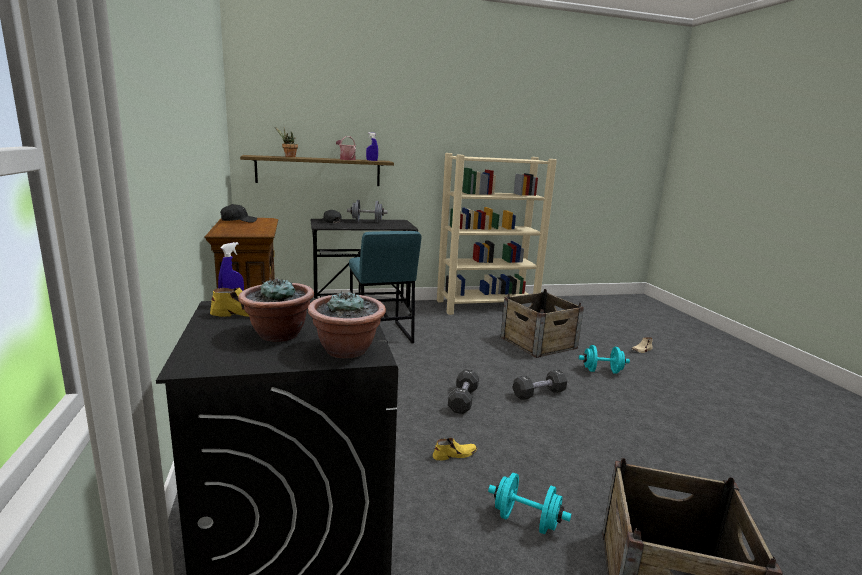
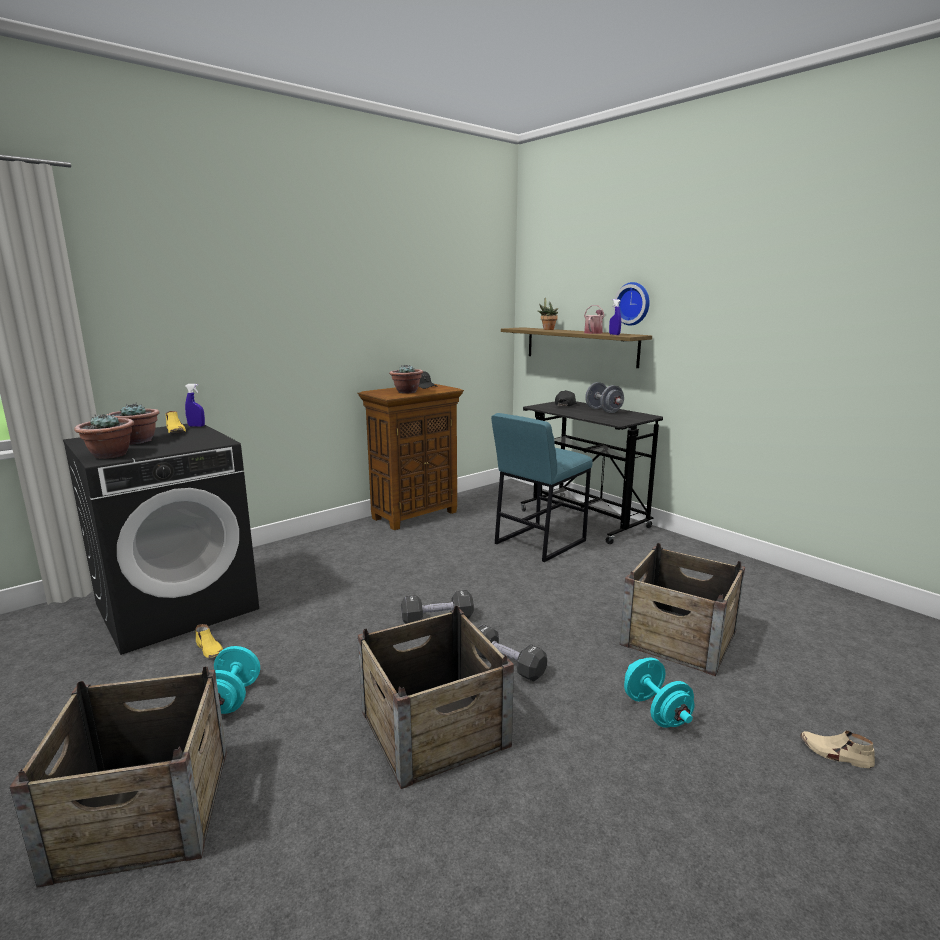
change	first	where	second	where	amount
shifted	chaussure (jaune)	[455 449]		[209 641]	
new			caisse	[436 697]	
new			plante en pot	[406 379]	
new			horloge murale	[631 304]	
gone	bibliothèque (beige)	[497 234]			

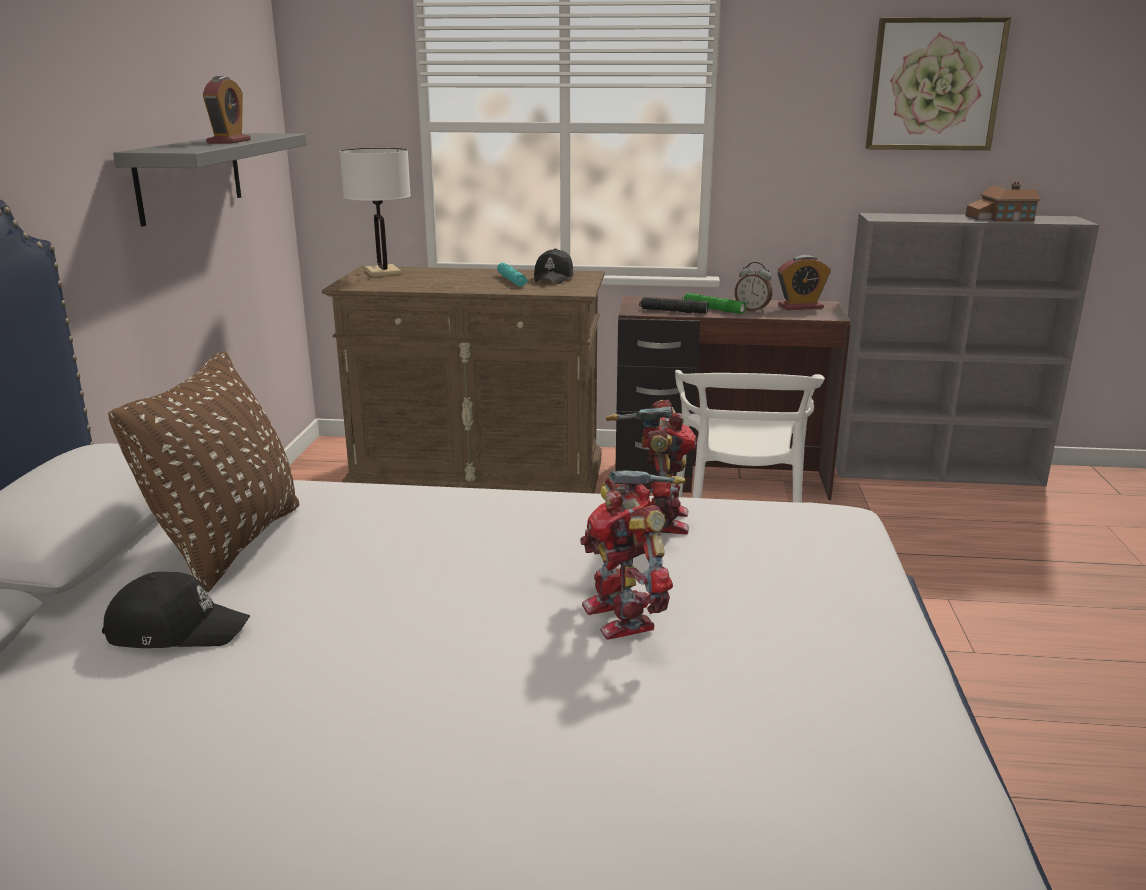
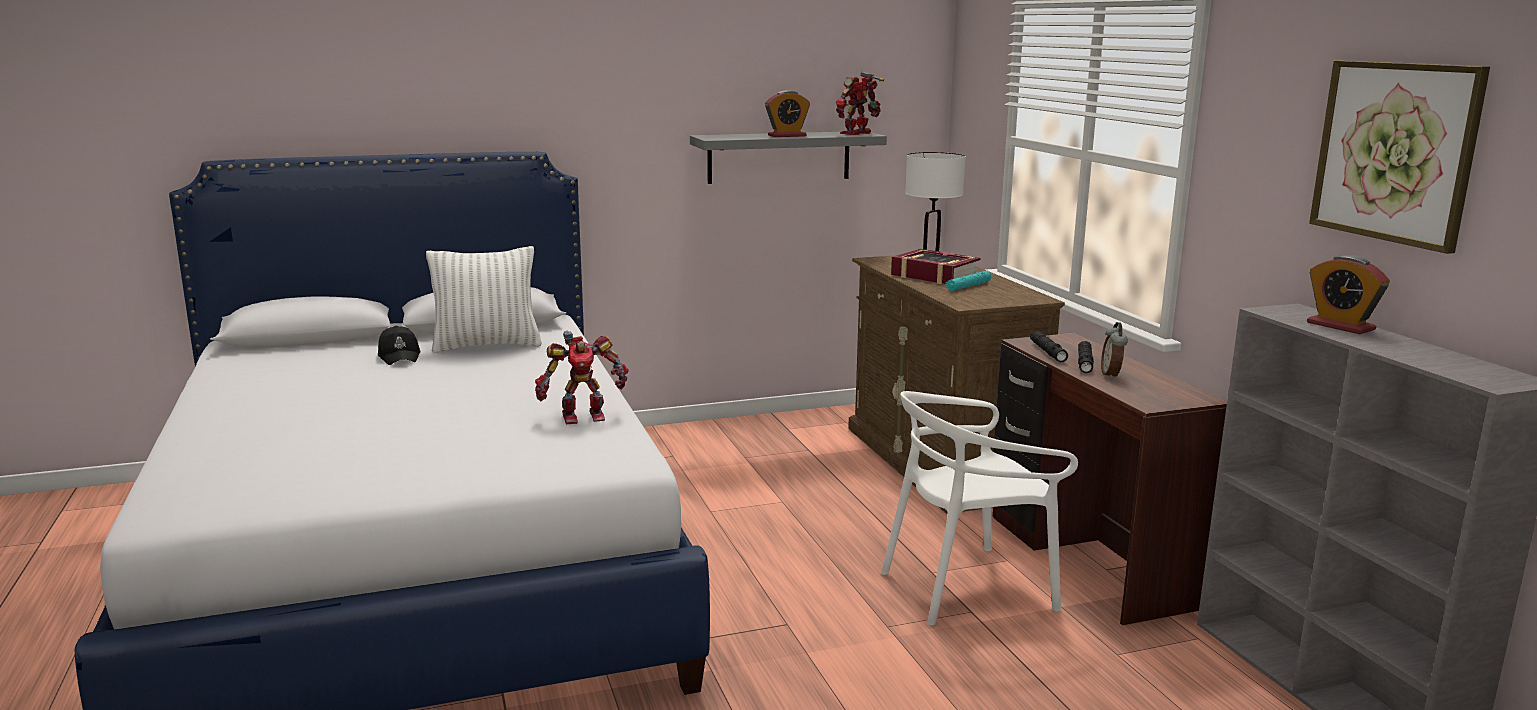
change	first	where	second	where	amount
repainted	coussin (marron)	[204 471]	coussin (blanc)	[484 299]	
shifted	robot jouet	[633 555]		[860 103]	
new			livre	[935 266]	
repainted	lampe de poche (vert)	[714 303]	lampe de poche (noir)	[1086 357]	
shifted	réveil	[804 282]		[1348 294]	
gone	casquette (noir)	[554 266]			
gone	maison miniature	[1002 202]			

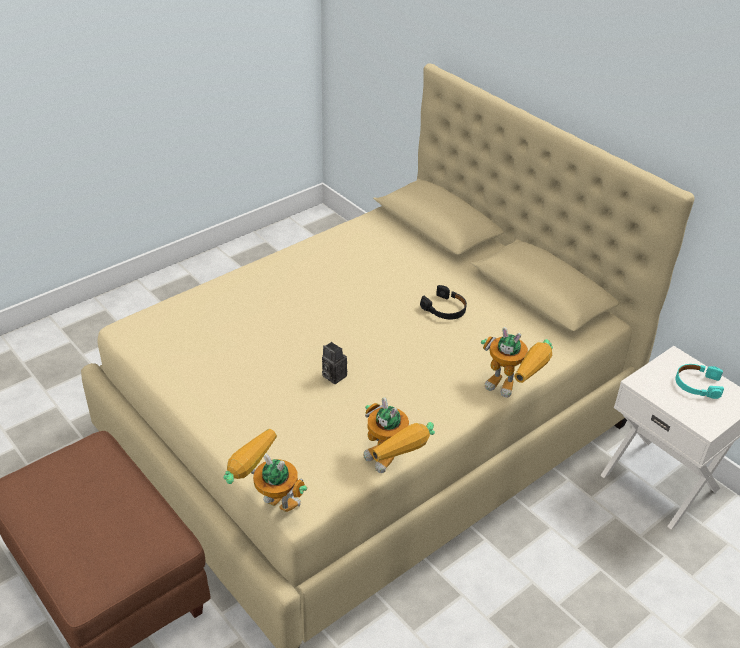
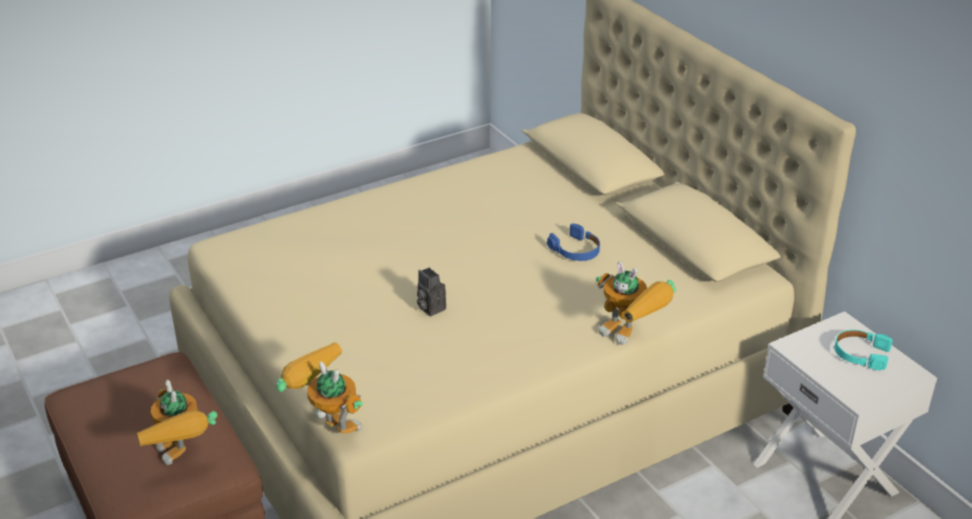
change	first	where	second	where	amount
shifted	robot jouet	[399 435]		[177 422]	
repainted	casque audio (noir)	[443 302]	casque audio (bleu)	[573 242]	

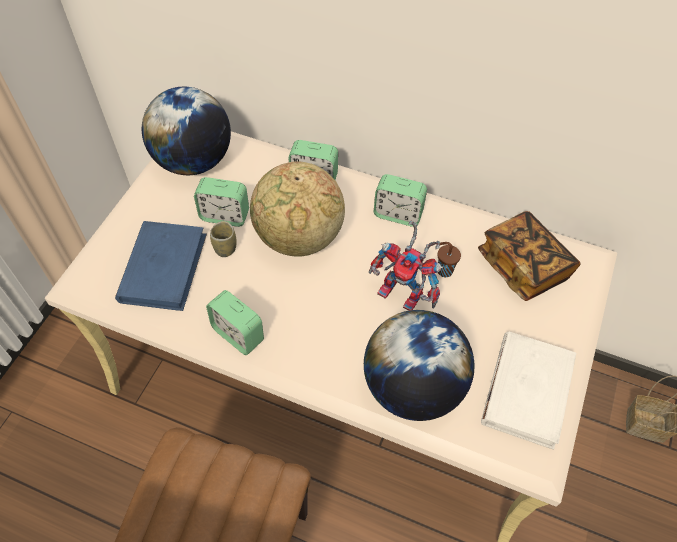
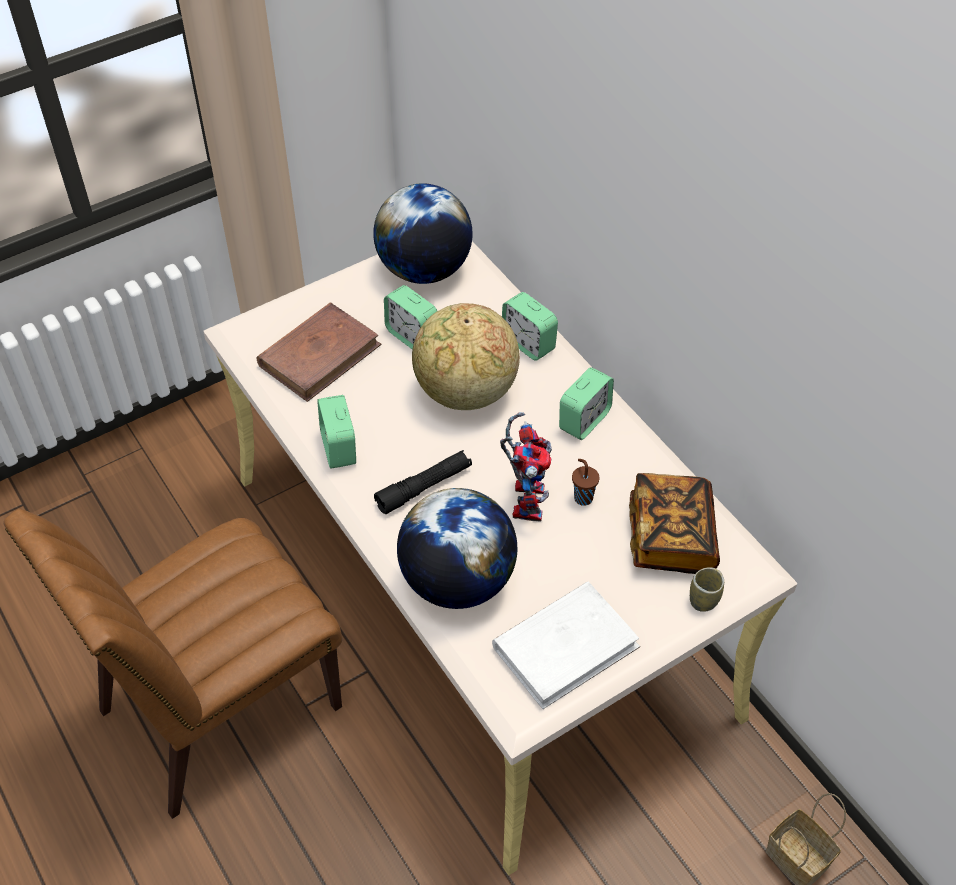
change	first	where	second	where	amount
repainted	livre (bleu)	[161 266]	livre (marron)	[319 352]	
new			lampe de poche (noir)	[423 482]	
rotated	robot jouet	[406 266]		[526 467]	150 degrees counterclockwise
rotated	réveil	[400 200]		[586 403]	105 degrees counterclockwise
shifted	tasse	[223 239]		[707 589]	

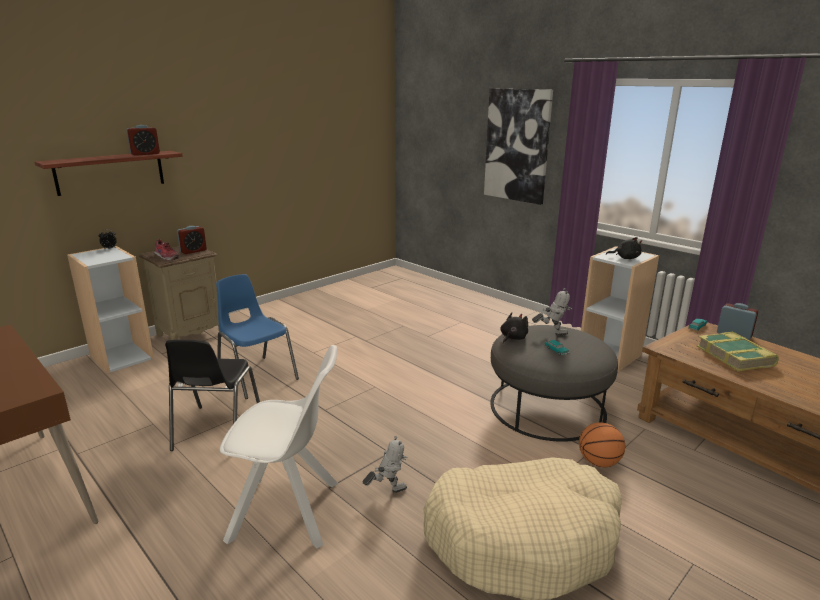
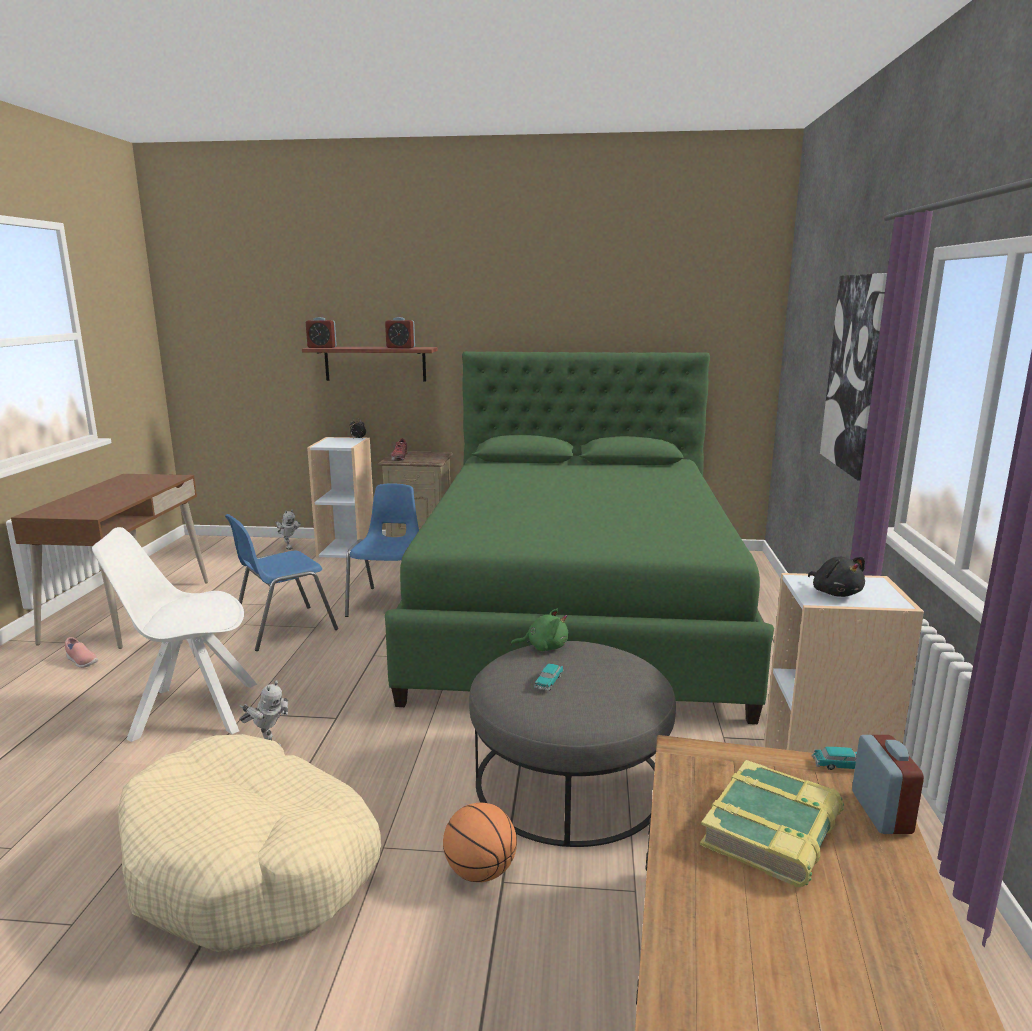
change	first	where	second	where	amount
new			chaussure (rose)	[81 652]	
rotated	chaise (blanc)	[279 446]		[174 634]	120 degrees clockwise
repainted	chaise (noir)	[212 395]	chaise (bleu)	[281 582]	
shifted	robot jouet	[552 311]		[288 529]	
shifted	réveil	[192 240]		[321 332]	
new			lit (vert)	[579 537]	
repainted	peluche (noir)	[514 328]	peluche (vert)	[540 629]	

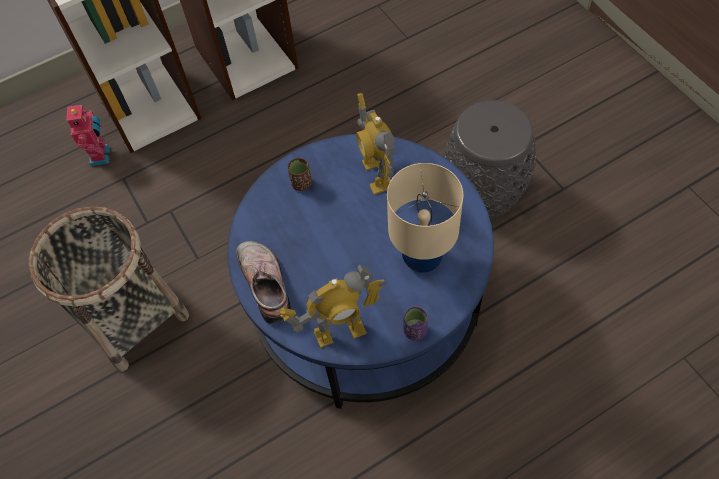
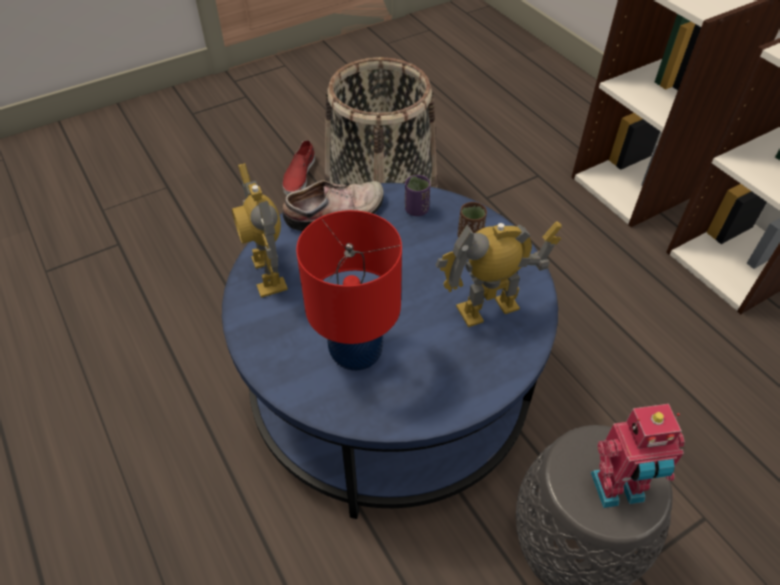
change	first	where	second	where	amount
new			chaussure (rouge)	[298 167]	
repainted	lampe de table (beige)	[425 218]	lampe de table (rouge)	[349 290]	
shifted	tasse (violet)	[415 323]		[417 195]	
shifted	robot jouet	[88 134]		[637 456]	

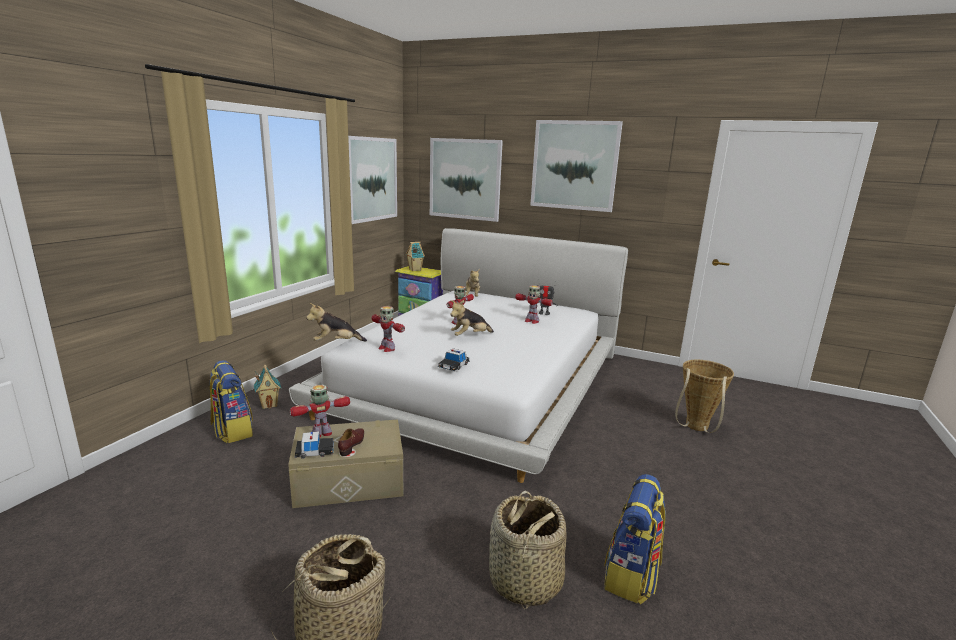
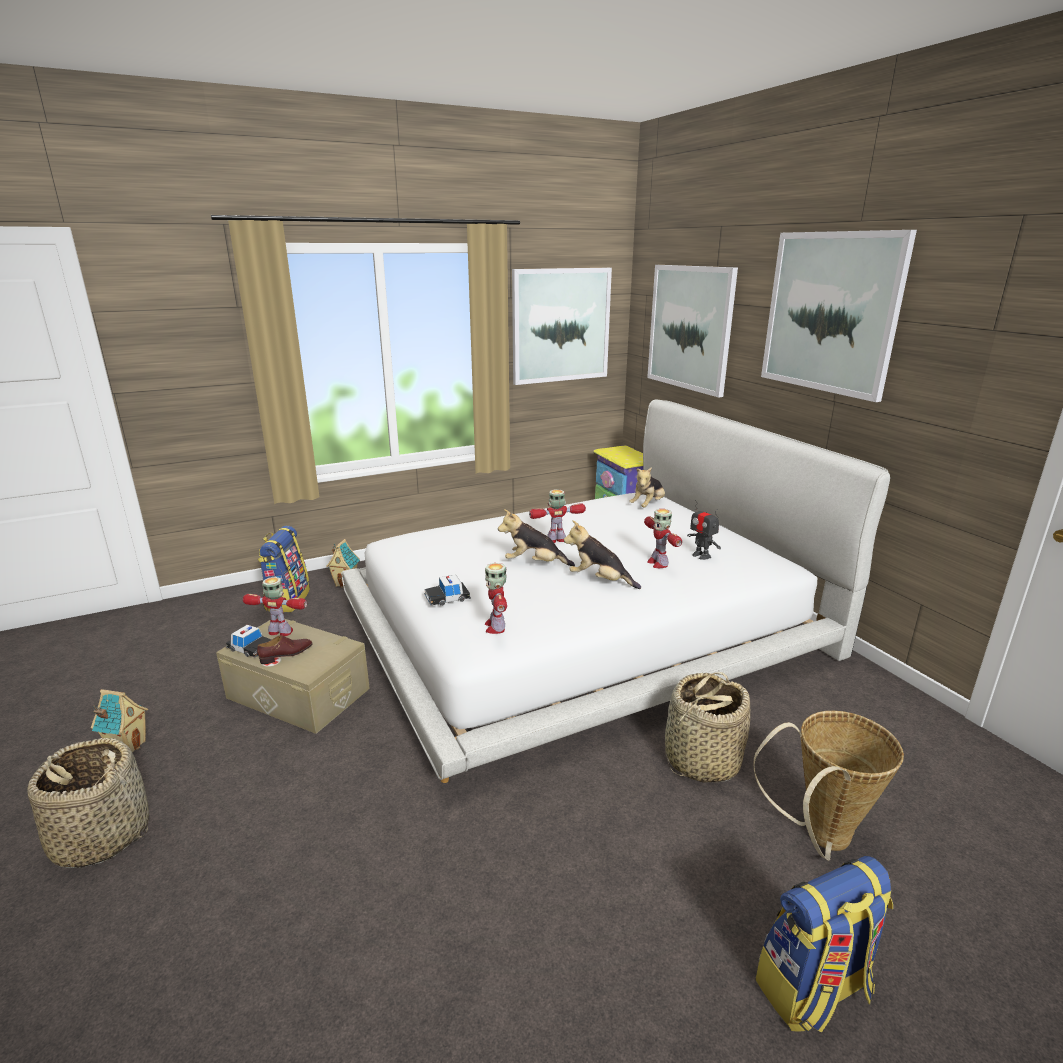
change	first	where	second	where	amount
shifted	maison miniature	[415 256]		[119 720]	
shifted	robot jouet	[388 329]		[496 598]	
shifted	peluche	[336 322]		[602 554]	
shifted	panier	[527 550]		[707 727]	
shifted	sac à dos	[635 539]		[824 944]	

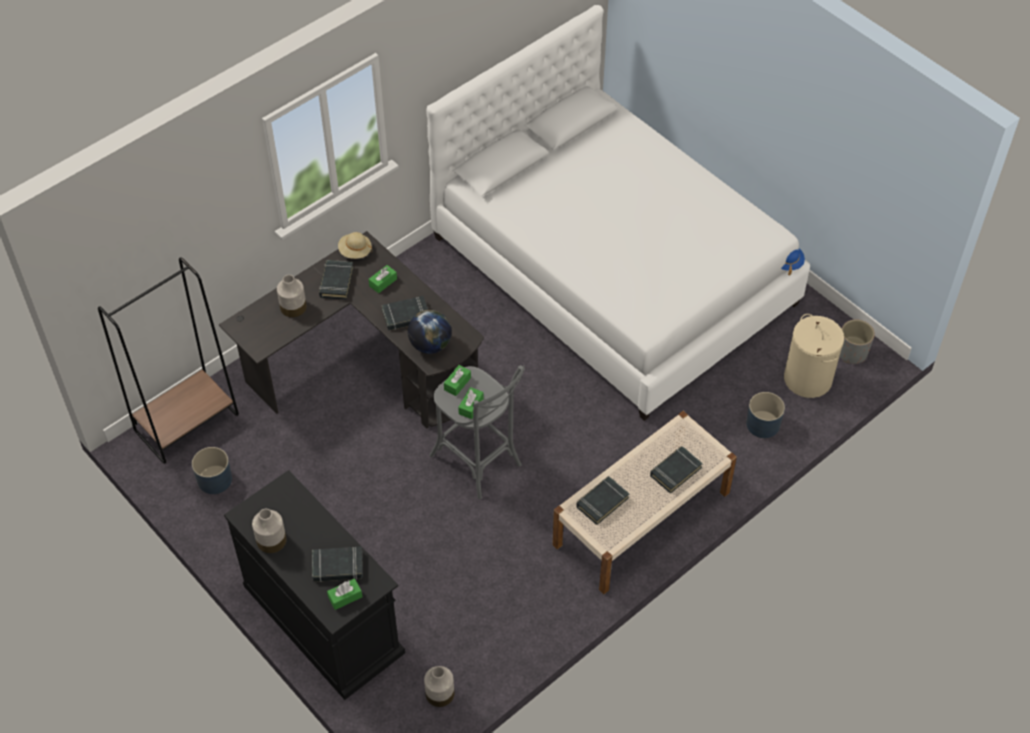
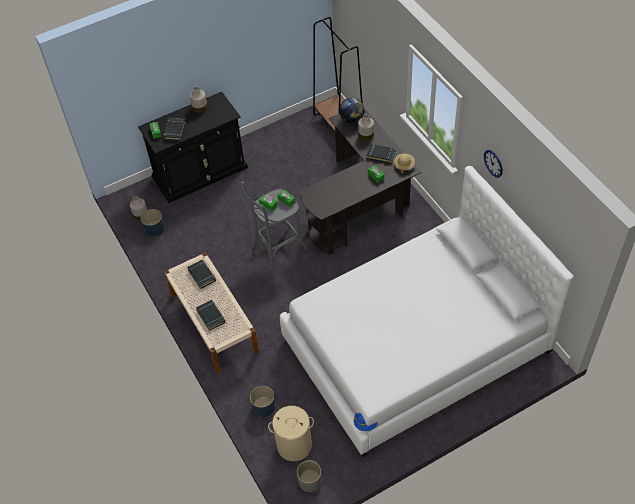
change	first	where	second	where	amount
shifted	cache-pot (bleu)	[212 470]		[153 223]	
shifted	globe	[430 332]		[351 110]	
new			horloge murale	[493 164]	
gone	livre (noir)	[404 313]			

